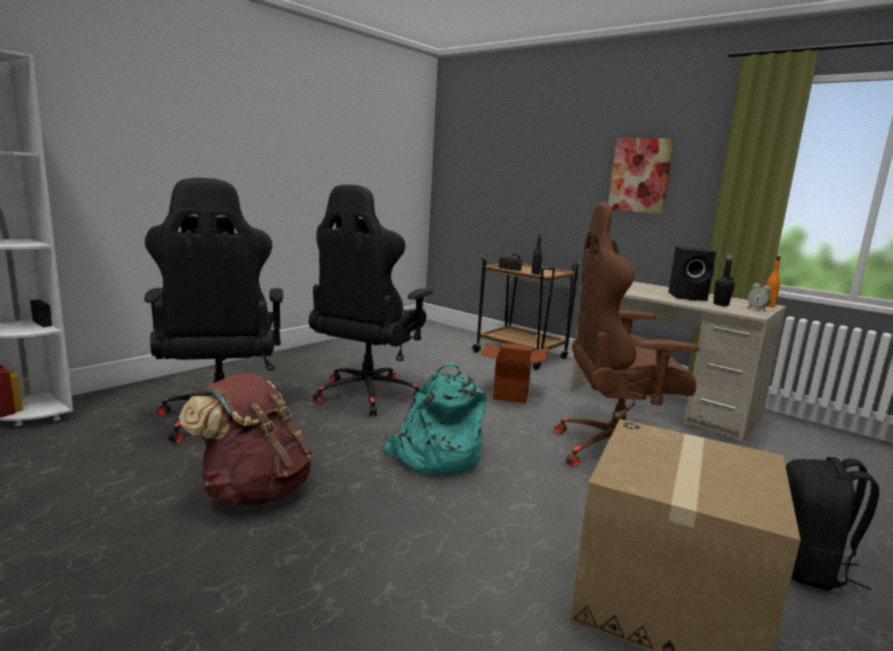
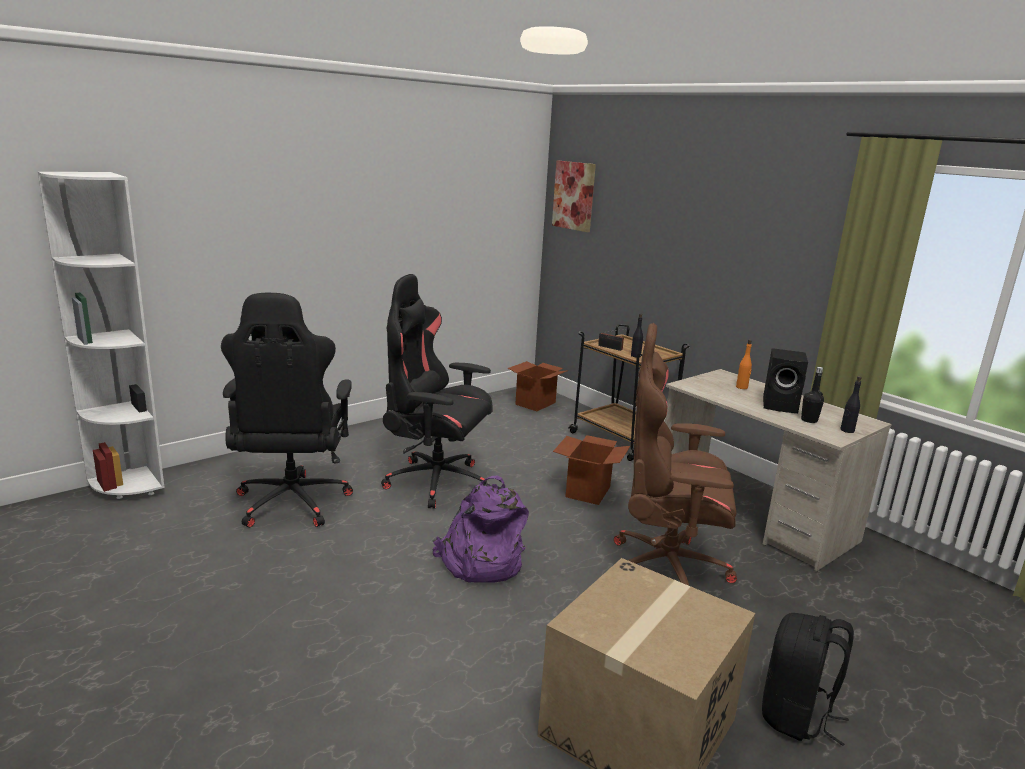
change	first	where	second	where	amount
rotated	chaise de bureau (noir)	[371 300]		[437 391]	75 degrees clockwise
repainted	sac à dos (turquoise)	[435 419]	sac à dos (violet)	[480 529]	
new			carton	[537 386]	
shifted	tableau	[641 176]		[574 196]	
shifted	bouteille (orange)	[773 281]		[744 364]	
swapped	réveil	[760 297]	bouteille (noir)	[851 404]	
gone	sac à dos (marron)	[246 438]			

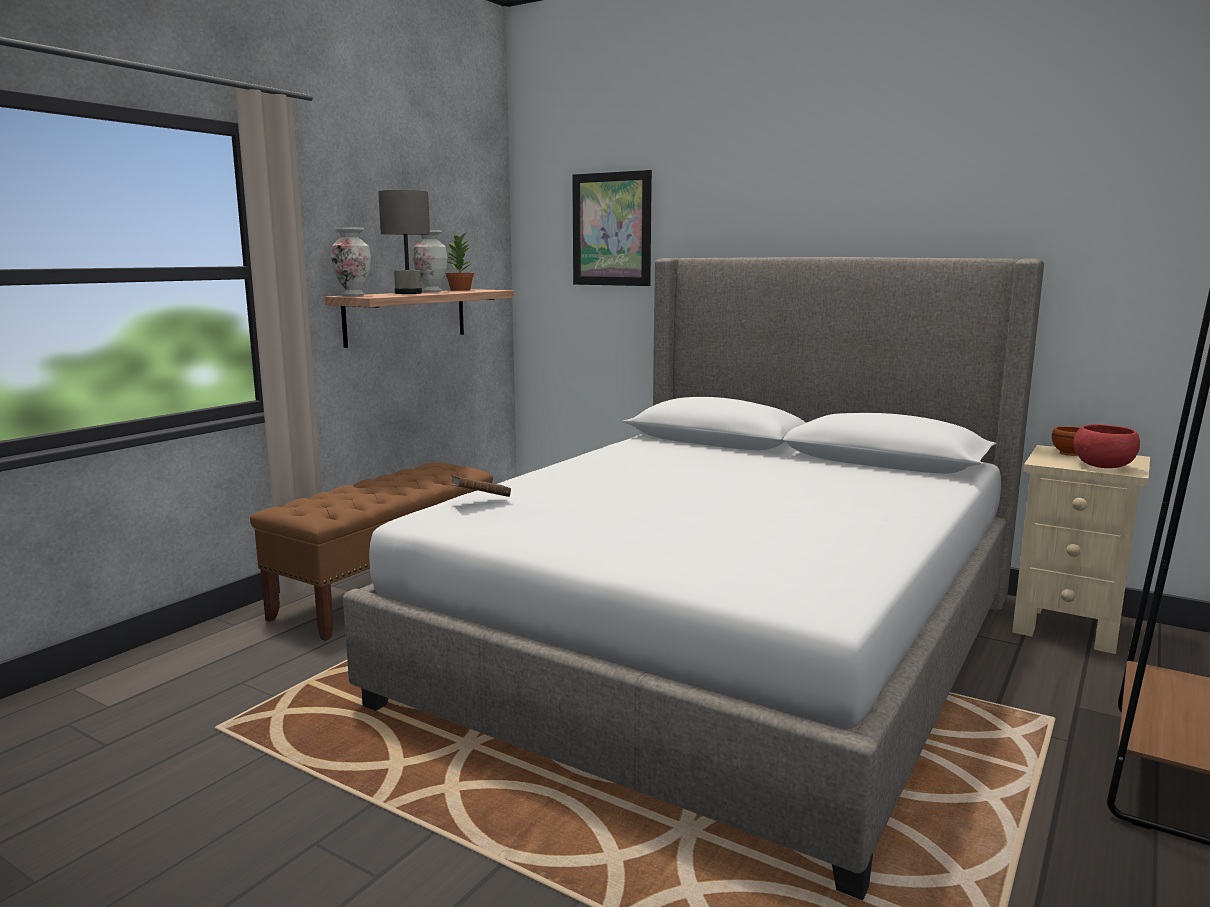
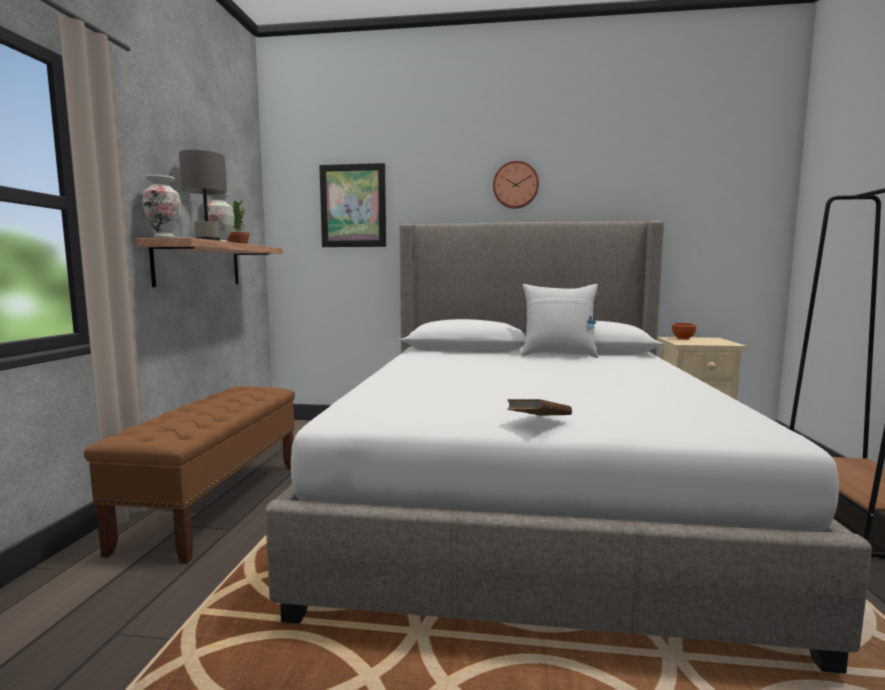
change	first	where	second	where	amount
new			horloge murale	[516 185]	
shifted	livre (marron)	[480 486]		[539 407]	
new			coussin (gris)	[559 321]	
gone	bol (rouge)	[1106 446]			

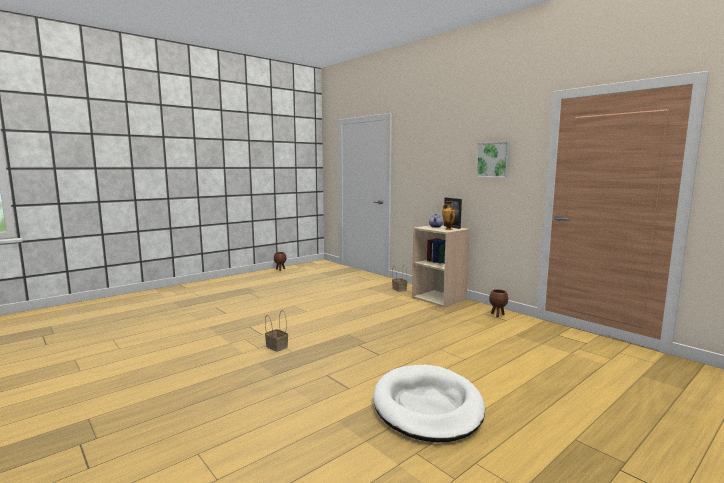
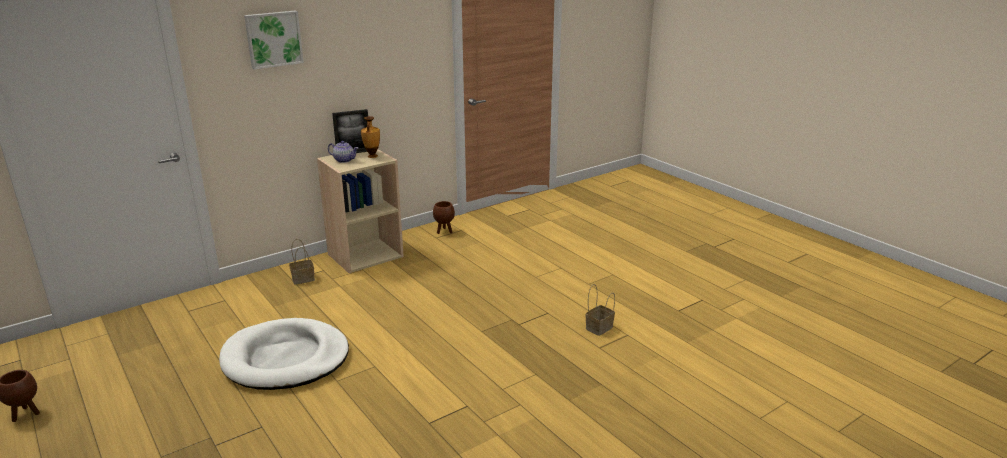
change	first	where	second	where	amount
shifted	panier pour chien (blanc)	[429 403]		[284 354]	
shifted	tableau	[493 160]		[274 40]	
shifted	panier	[276 331]		[600 310]	

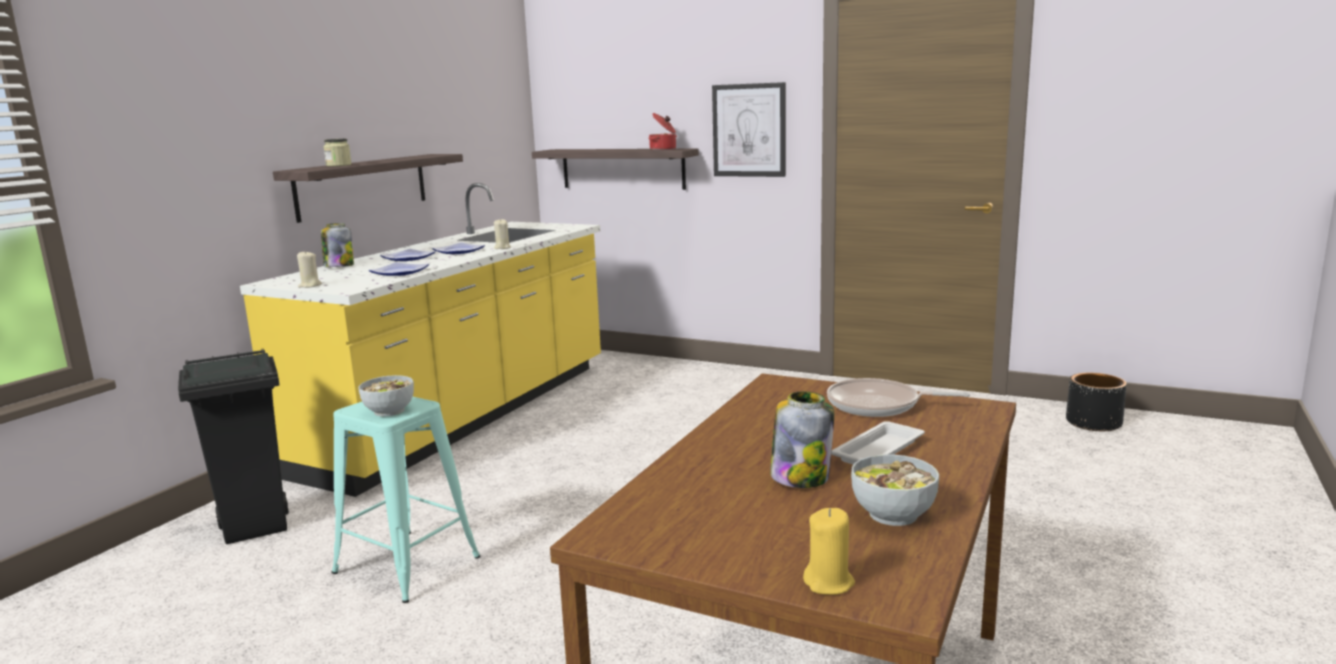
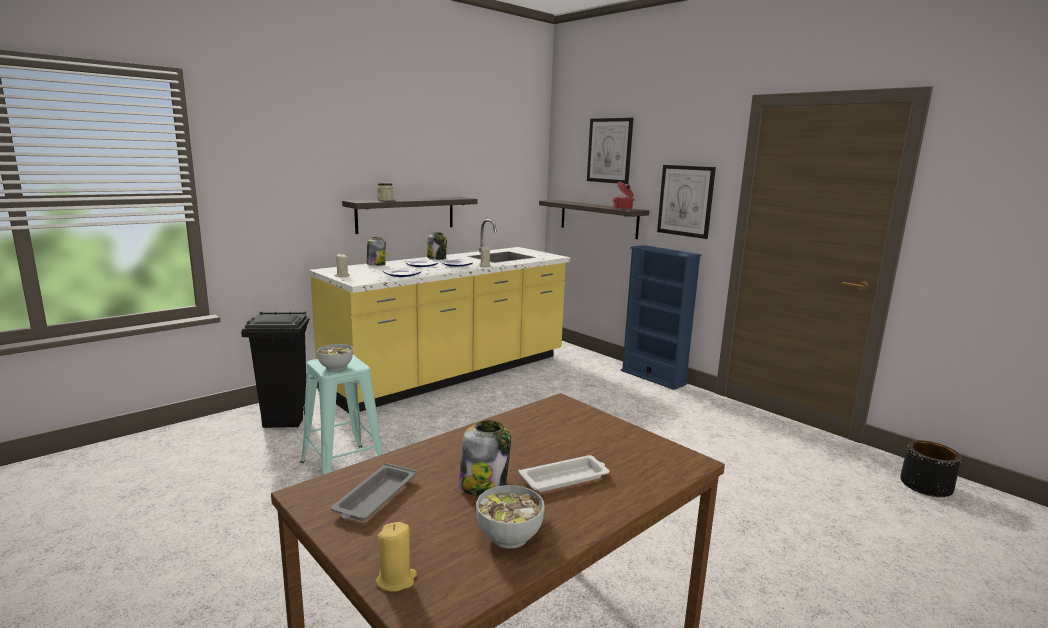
change	first	where	second	where	amount
new			plateau (gris)	[373 492]	
new			bocal	[437 246]	
new			tableau	[610 151]	
new			bibliothèque (bleu)	[661 317]	
gone	poêle	[898 397]			

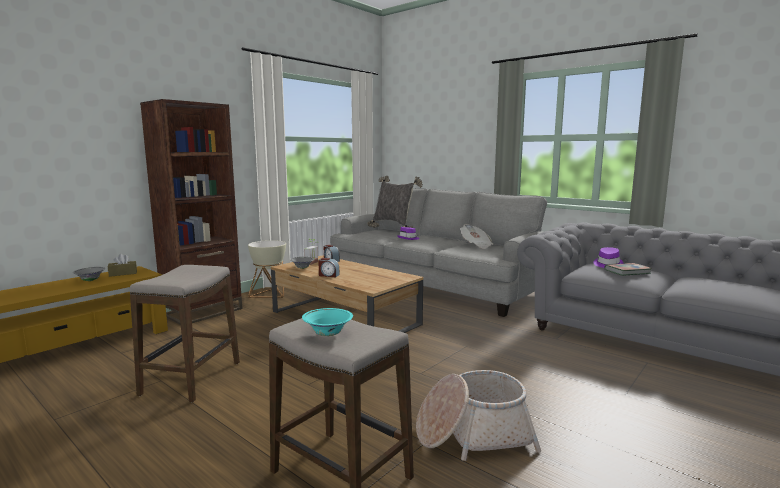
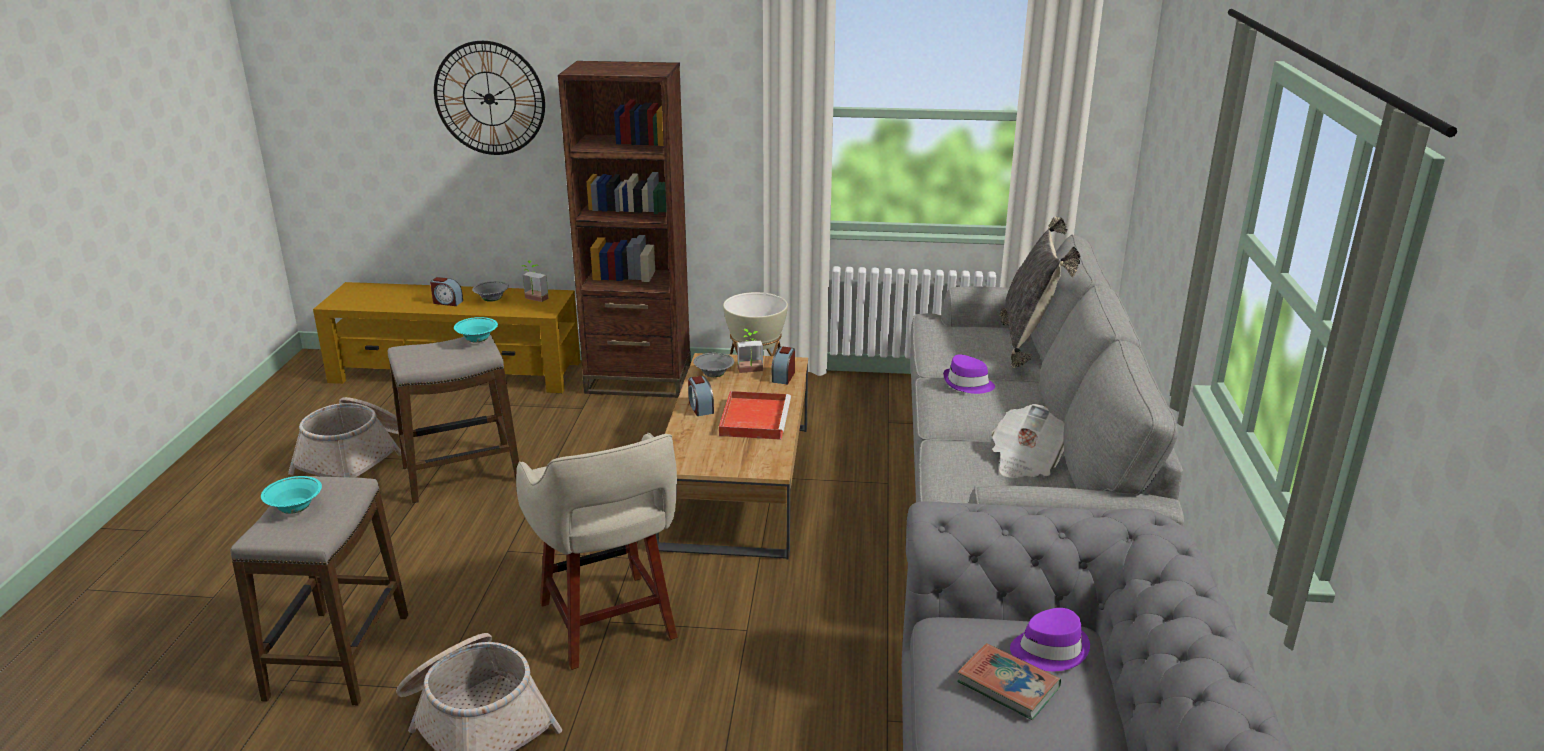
change	first	where	second	where	amount
new			panier	[344 437]	
new			réveil	[446 291]	
new			horloge murale	[489 98]	
new			bol (turquoise)	[476 329]	
new			tabouret (beige)	[597 551]	
swapped	boîte à mouchoirs (marron)	[122 265]	plante en pot	[535 281]	
new			plateau (rouge)	[755 415]	

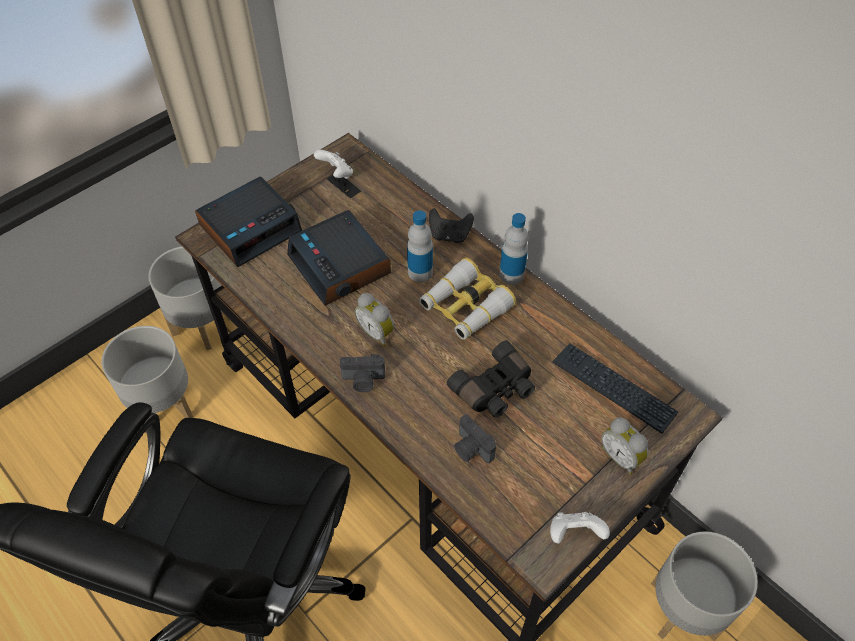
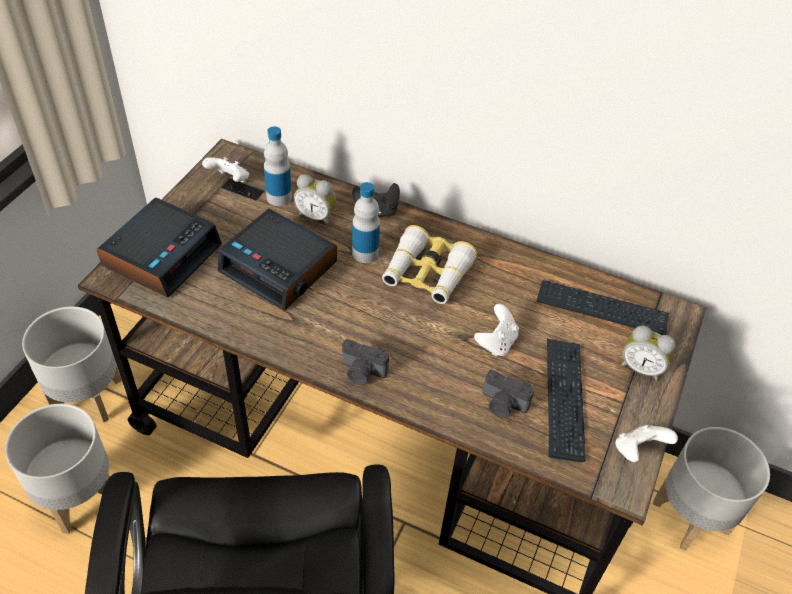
change	first	where	second	where	amount
shifted	bouteille	[514 249]		[278 166]	
shifted	réveil	[374 319]		[315 200]	
rotated	appareil photo	[362 373]		[365 362]	45 degrees clockwise
swapped	jumelles (noir)	[491 379]	manette (blanc)	[496 330]	
new			clavier	[566 400]	

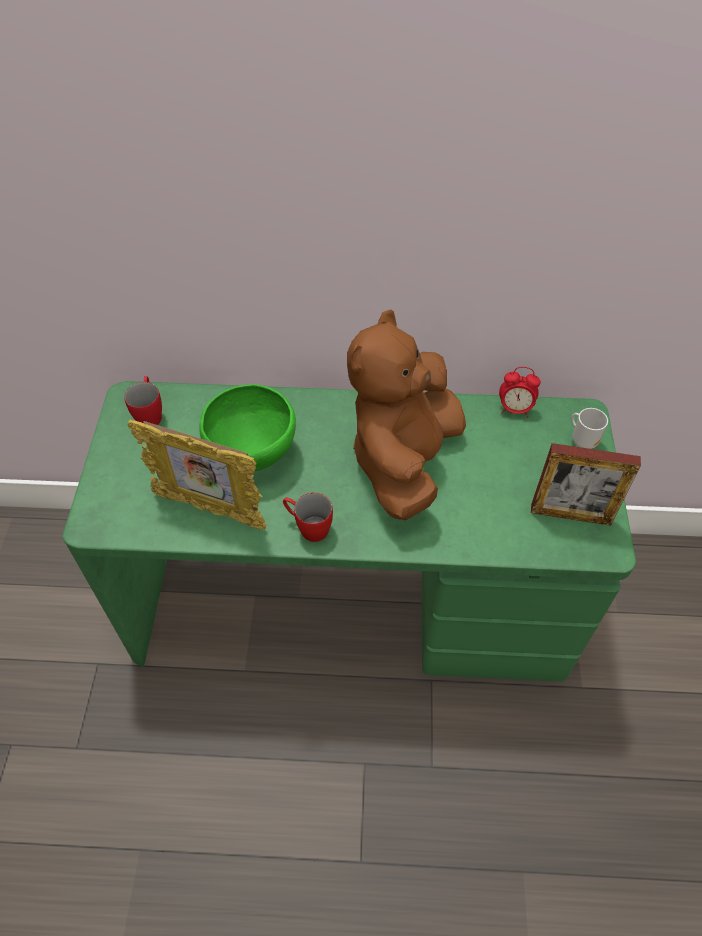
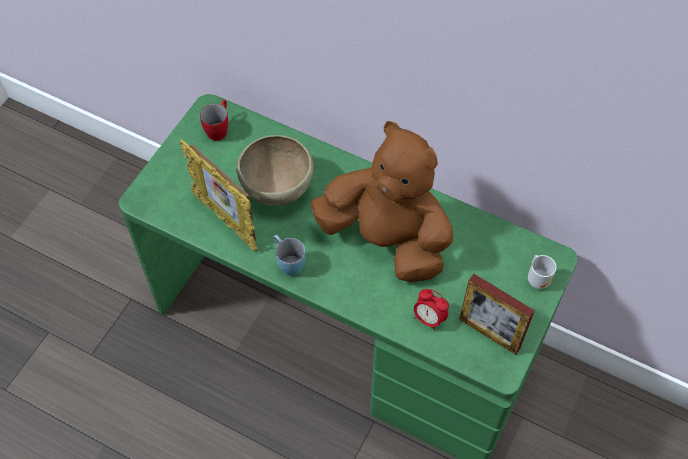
change	first	where	second	where	amount
repainted	bol (vert)	[247 427]	bol (marron)	[275 170]	
repainted	mug (rouge)	[308 517]	mug (bleu)	[290 255]	
rotated	peluche (marron)	[406 414]		[381 201]	75 degrees clockwise
shifted	réveil	[520 392]		[431 310]	

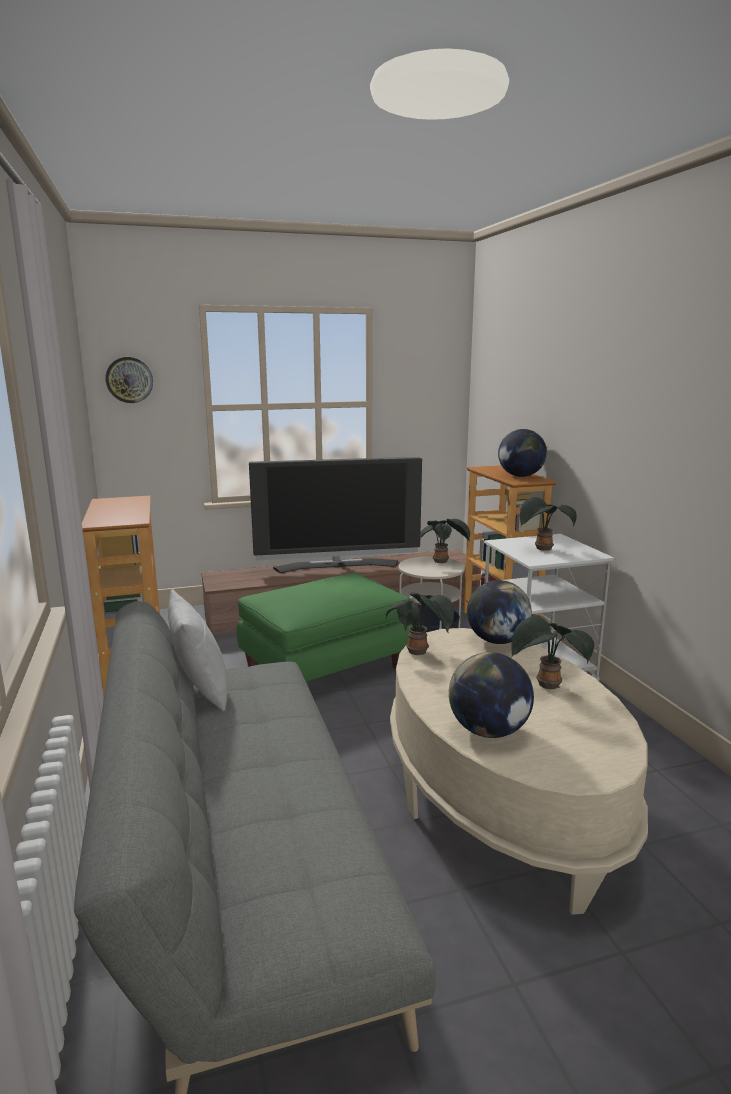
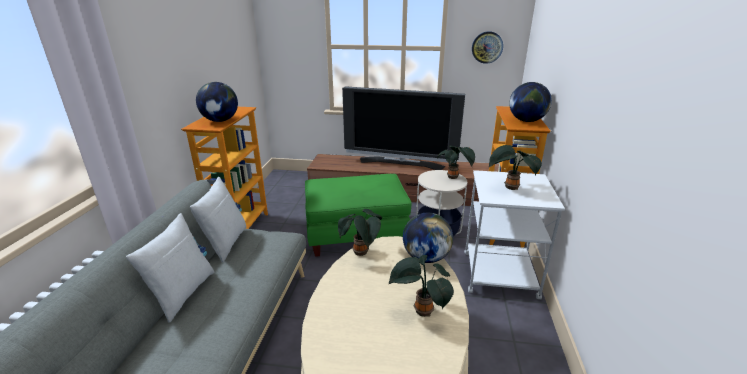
change	first	where	second	where	amount
new			coussin (gris)	[170 268]	
shifted	globe	[491 695]		[217 102]	
shifted	horloge murale	[129 380]		[487 47]	

